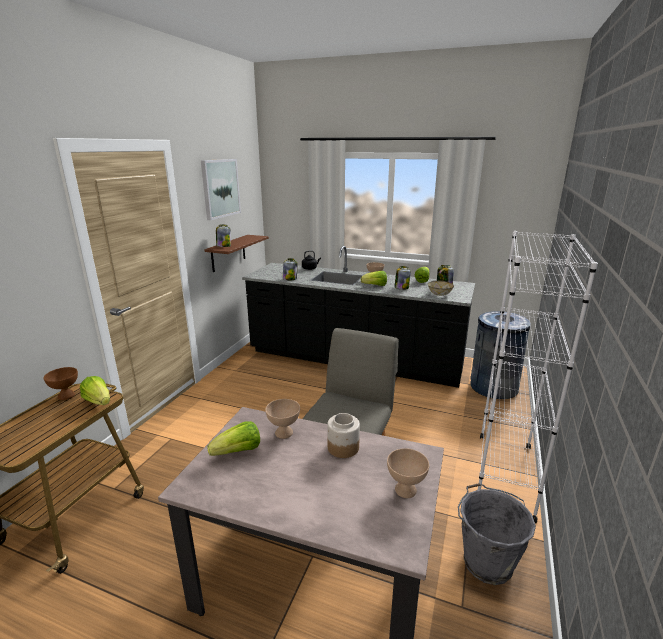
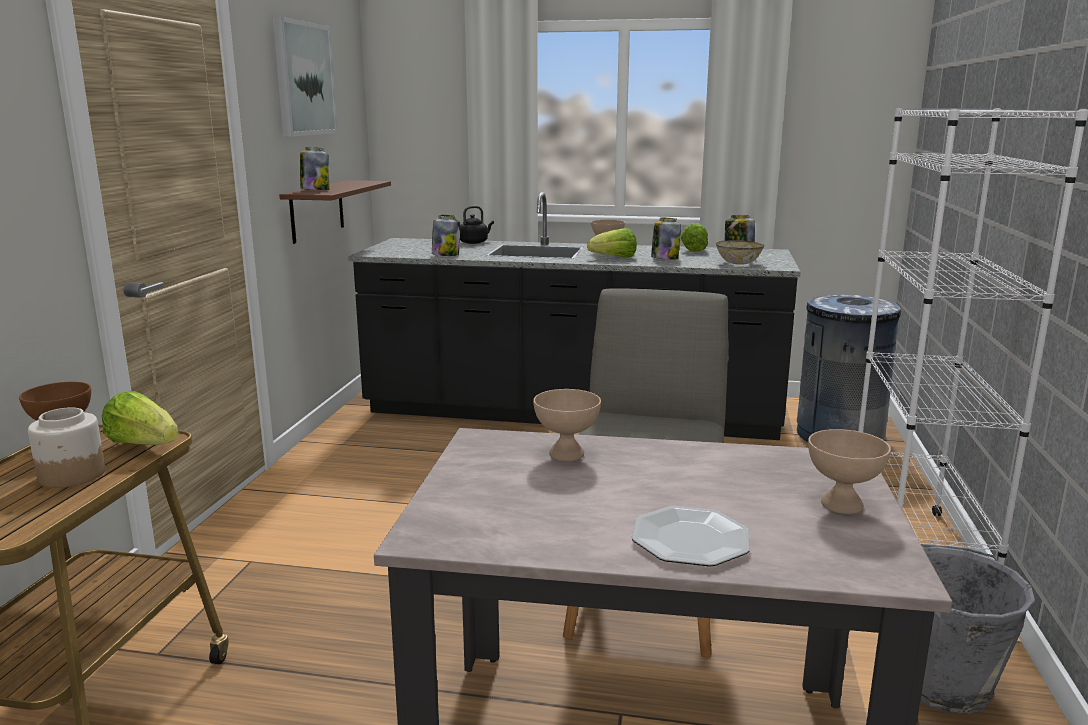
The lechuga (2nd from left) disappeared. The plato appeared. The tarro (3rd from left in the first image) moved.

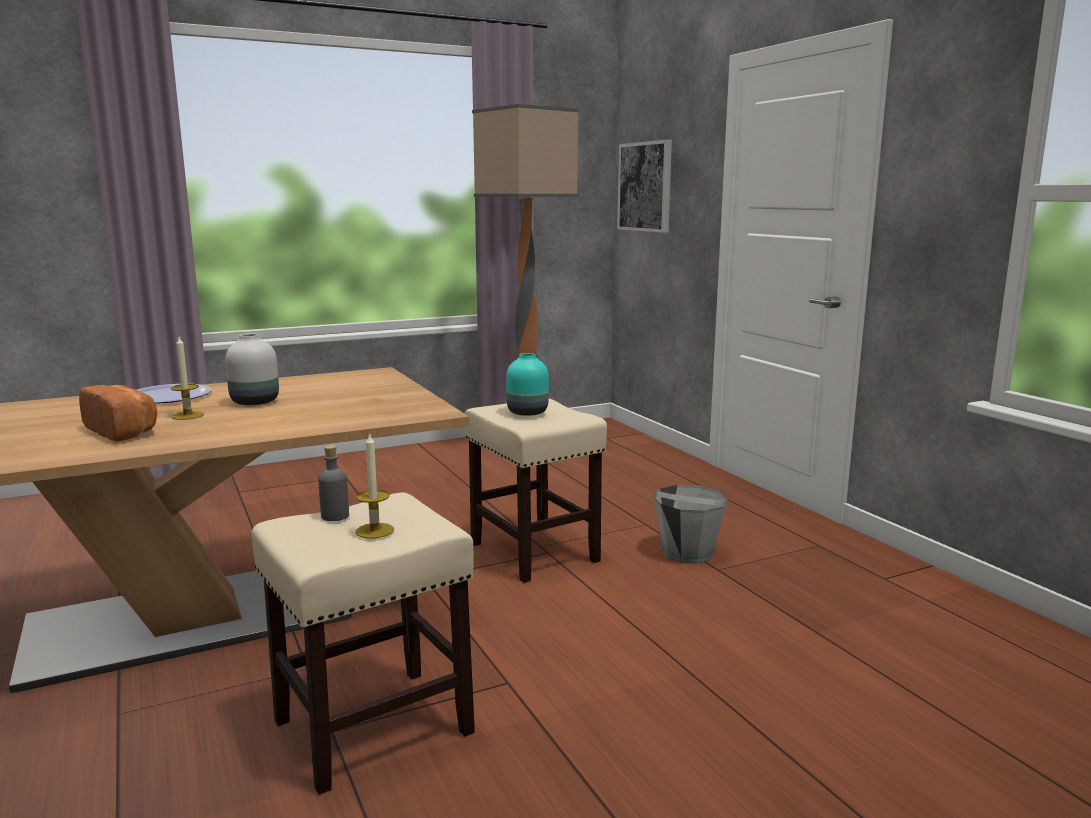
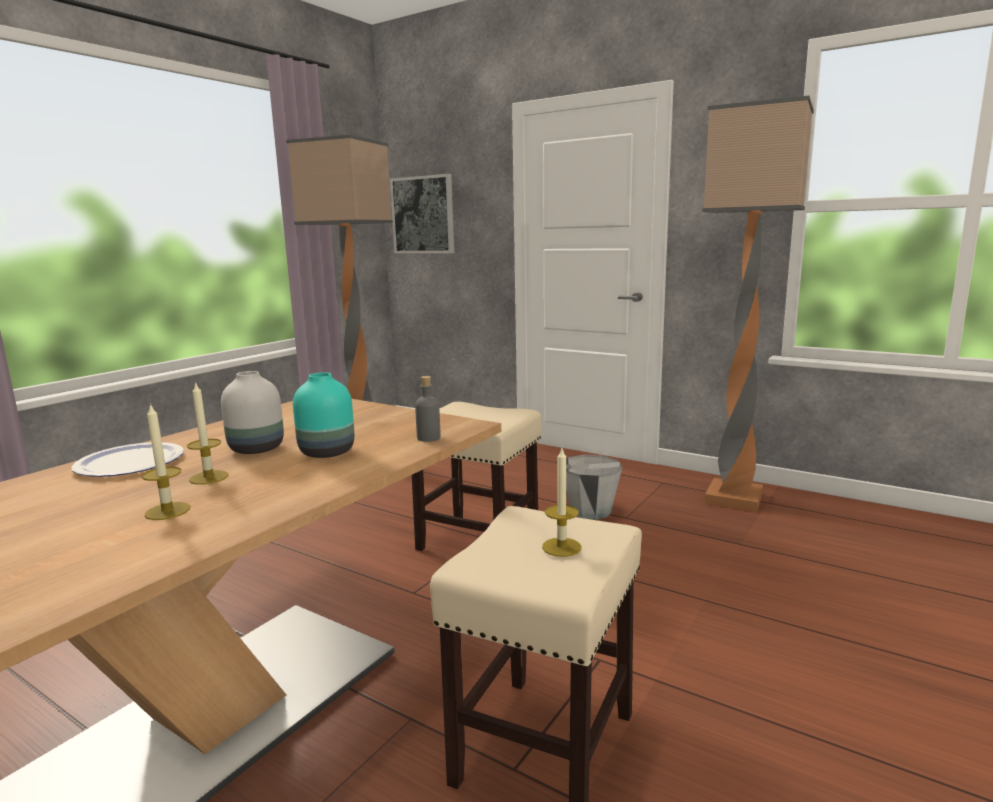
The lámpara de pie (2nd from left) appeared. The botella (gris) moved. The florero (turquesa) moved. The pan was replaced by the vela (1st from left).

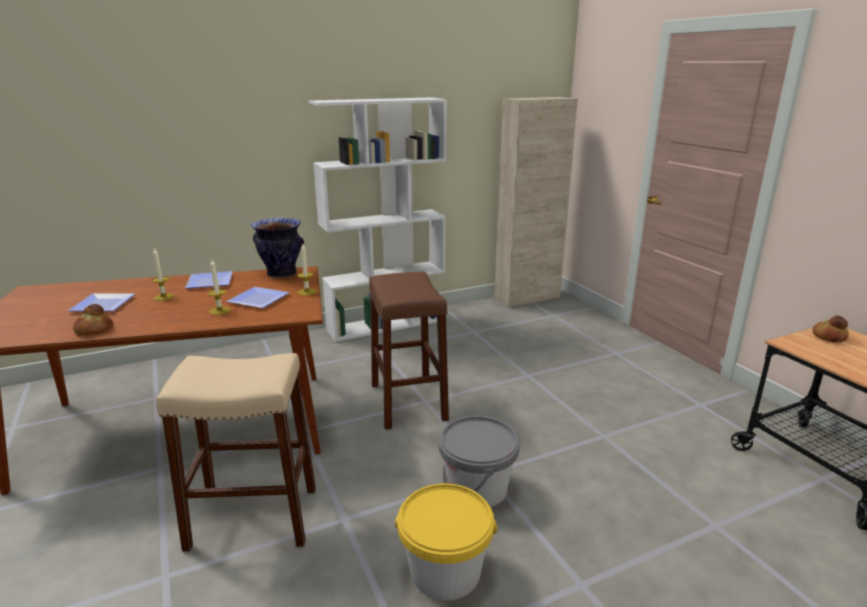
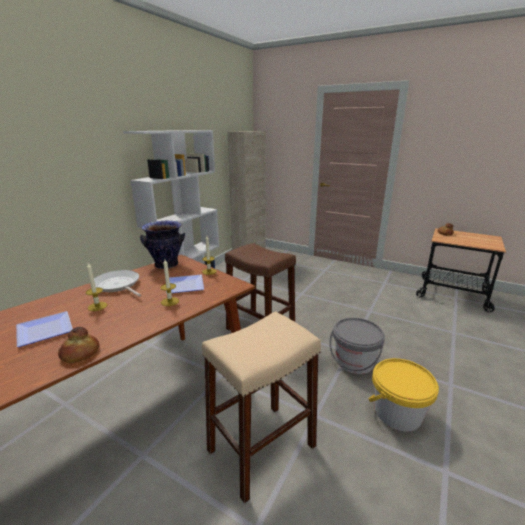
The plato (2nd from left) was replaced by the sartén.

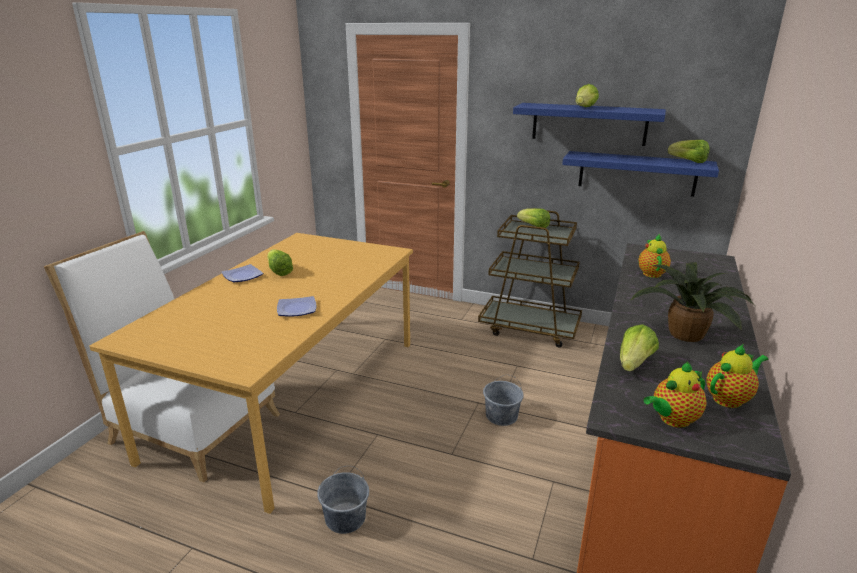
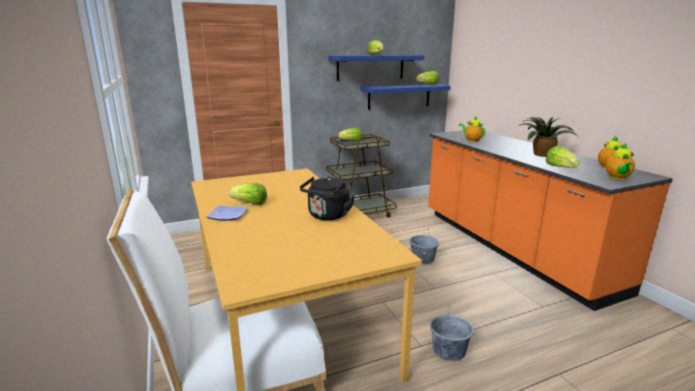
The plato (2nd from left) was replaced by the hervidor (negro).

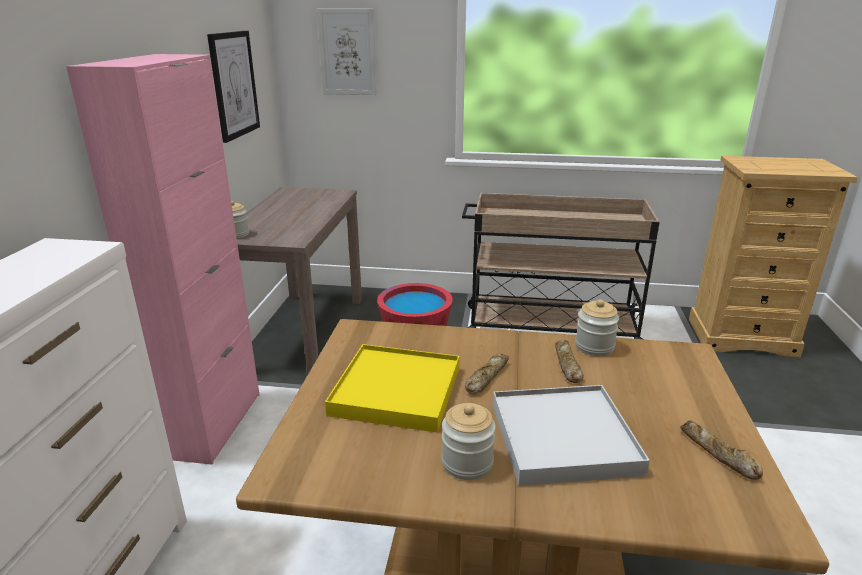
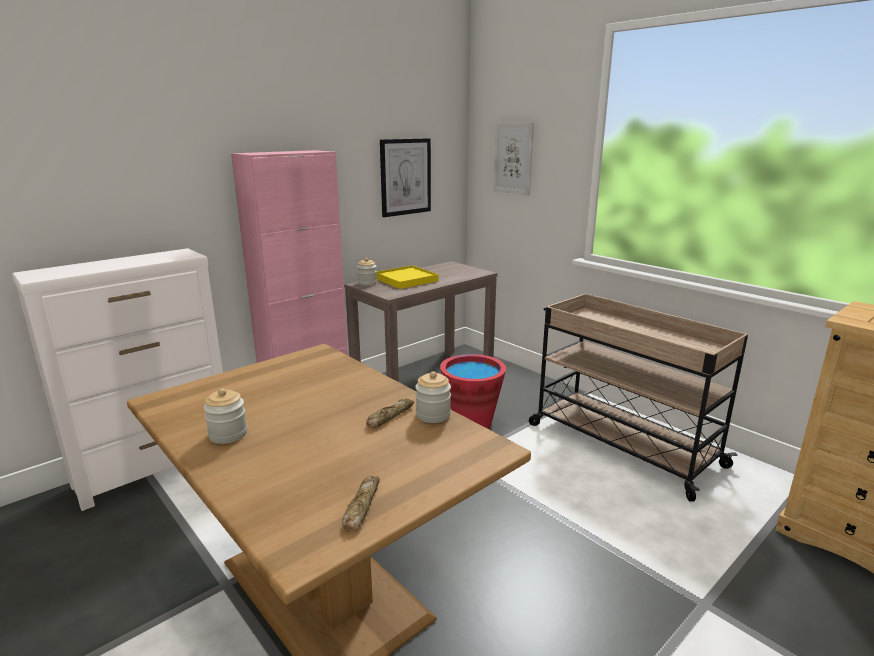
The pan (1st from left) disappeared. The bandeja (blanco) disappeared. The bandeja (amarillo) moved.

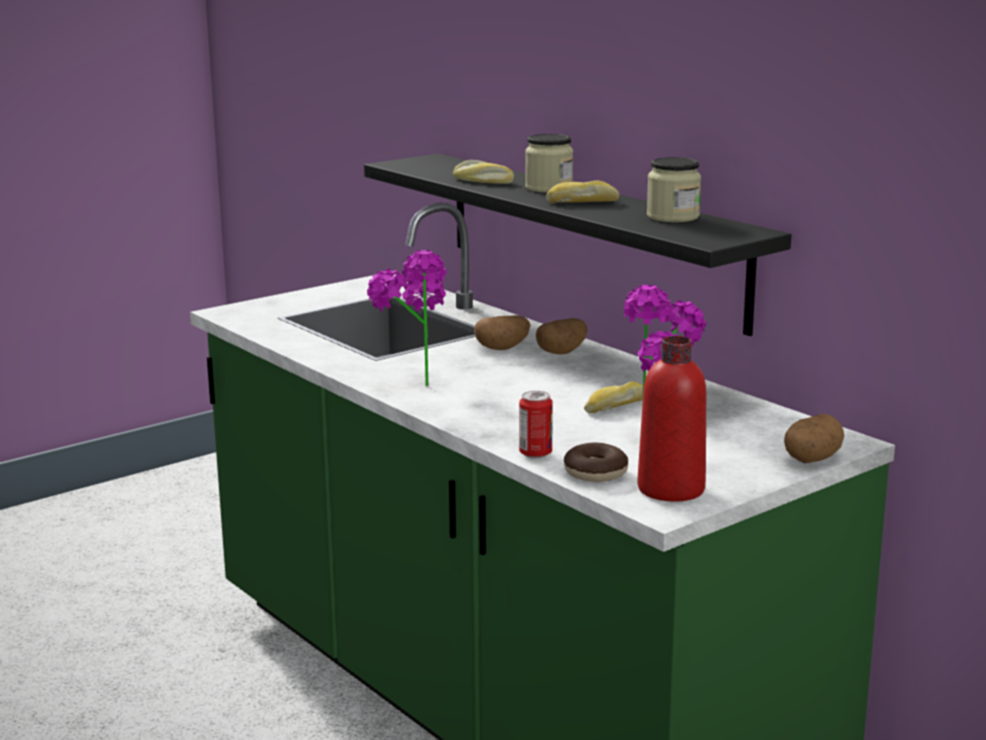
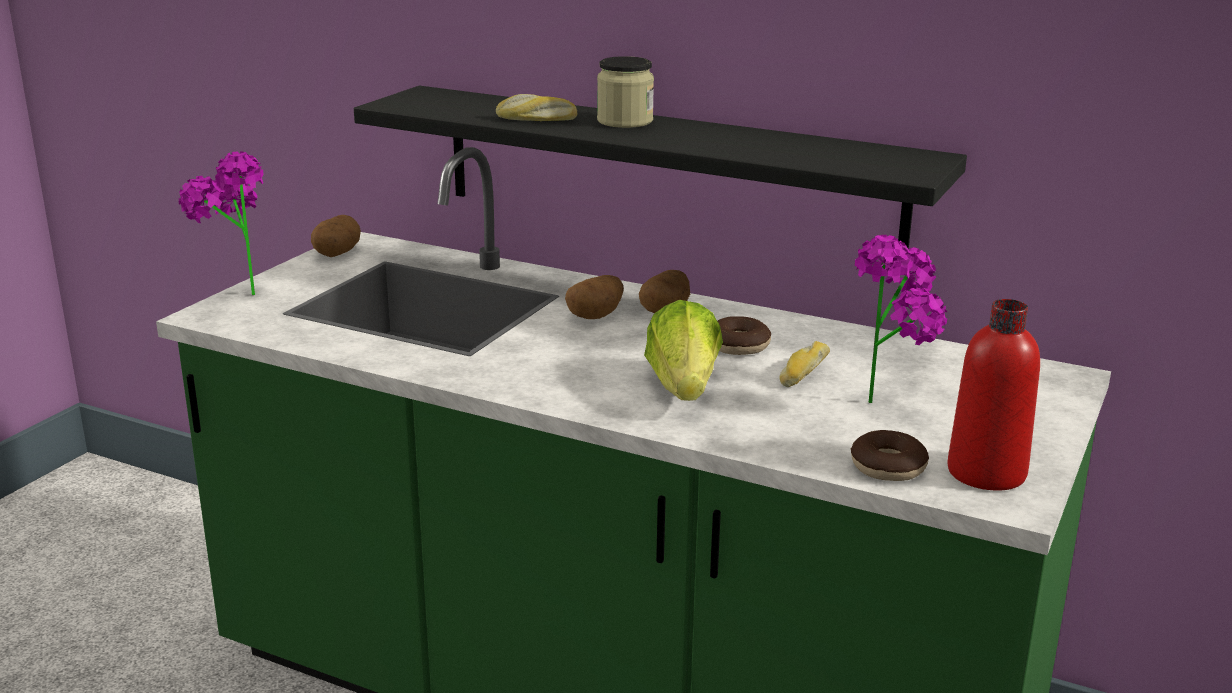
The lata disappeared. The pan (2nd from left) disappeared. The tarro (2nd from left) disappeared. The lechuga appeared. The rosquilla (1st from left) appeared. The planta en maceta (1st from left) moved. The patata (3rd from left in the first image) moved.

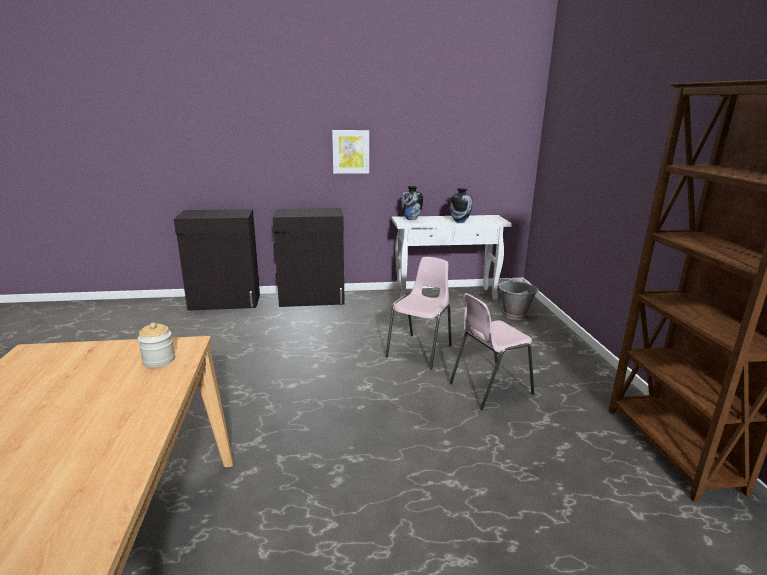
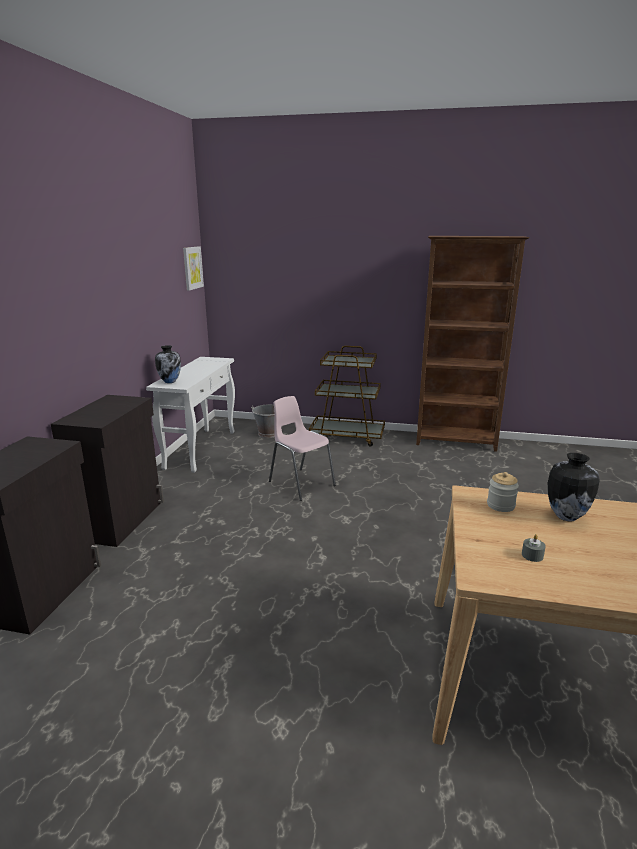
The silla (rosa) (2nd from left) disappeared. The carrito (marrón) appeared. The vela (gris) appeared. The cuadro moved. The florero (2nd from left) moved.

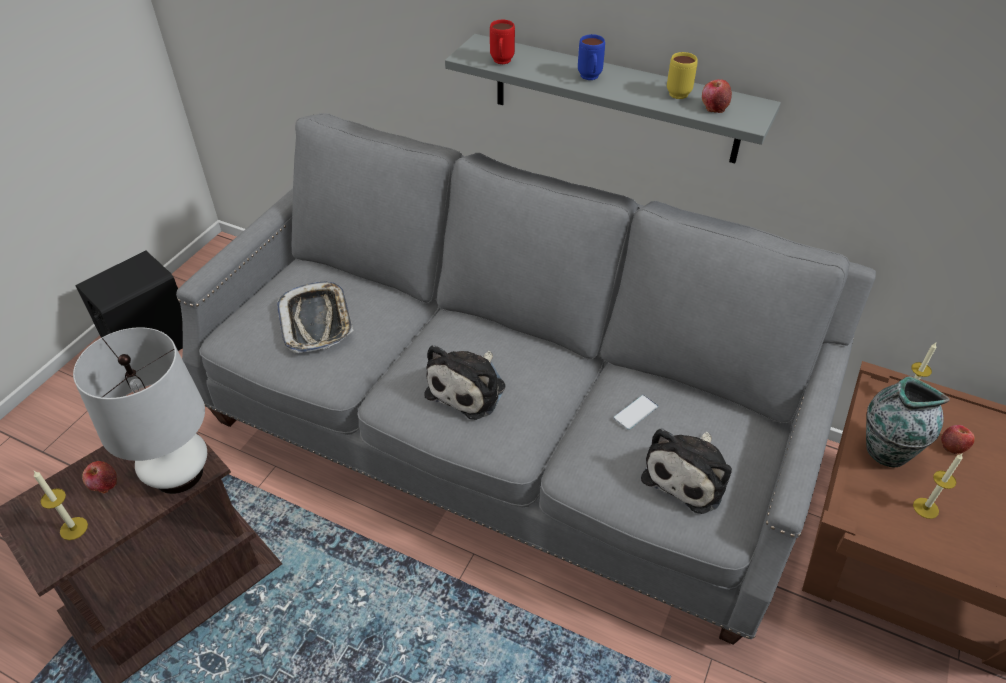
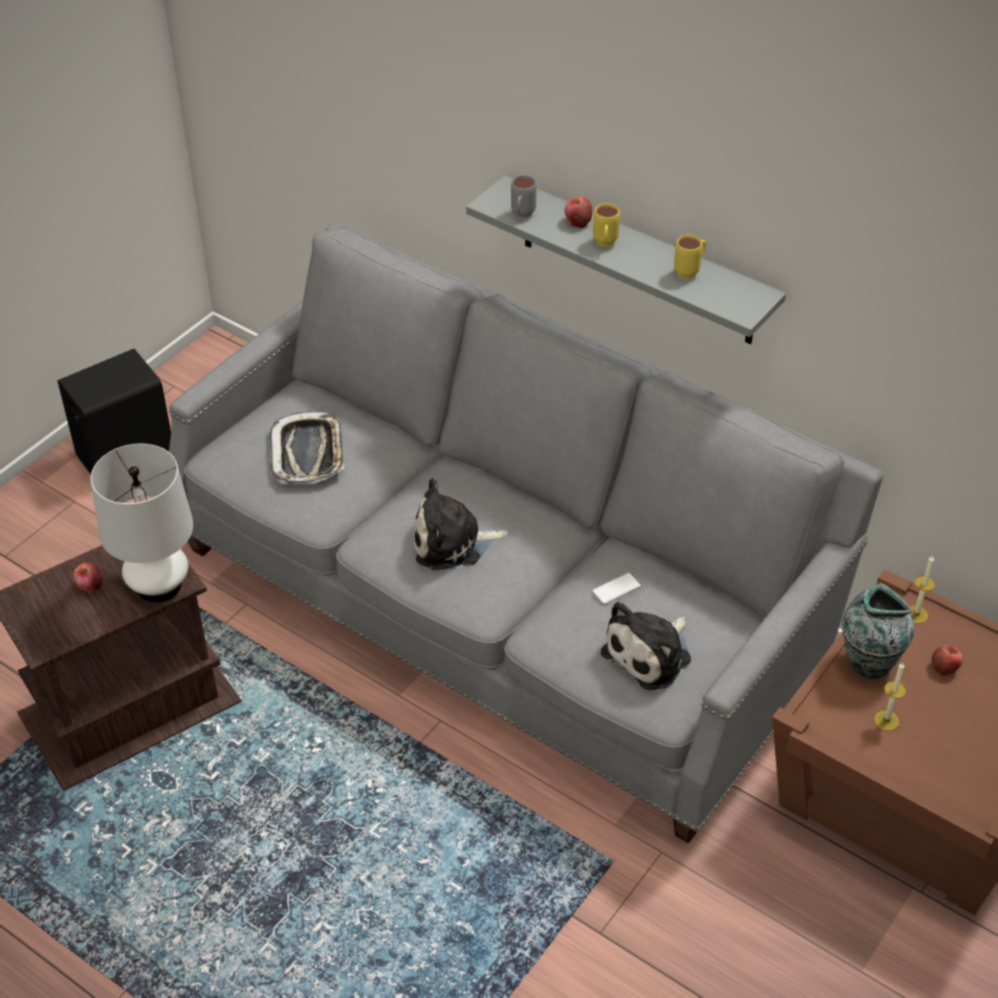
The vela (1st from left) disappeared. The manzana (2nd from left) moved. The taza grande (rojo) became the taza grande (gris). The taza grande (azul) became the taza grande (amarillo) (1st from left). The peluche (1st from left) turned 45 degrees clockwise.

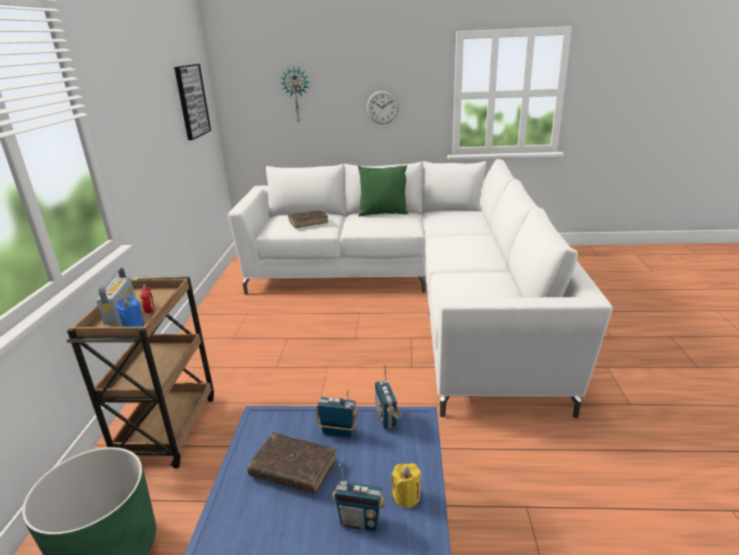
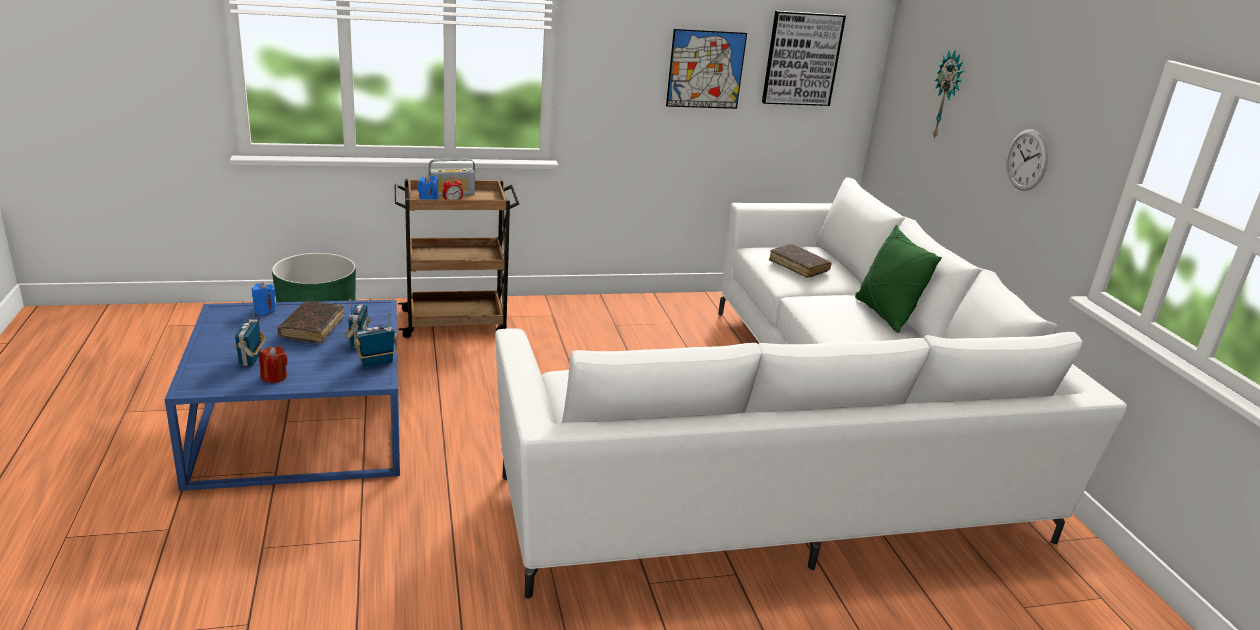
The vela (azul) (1st from left) appeared. The cuadro (1st from left) appeared. The vela (amarillo) became the vela (rojo).

